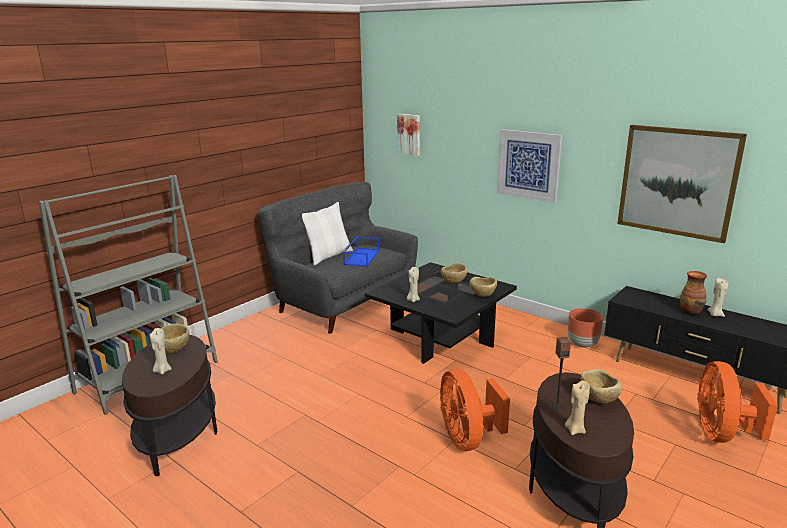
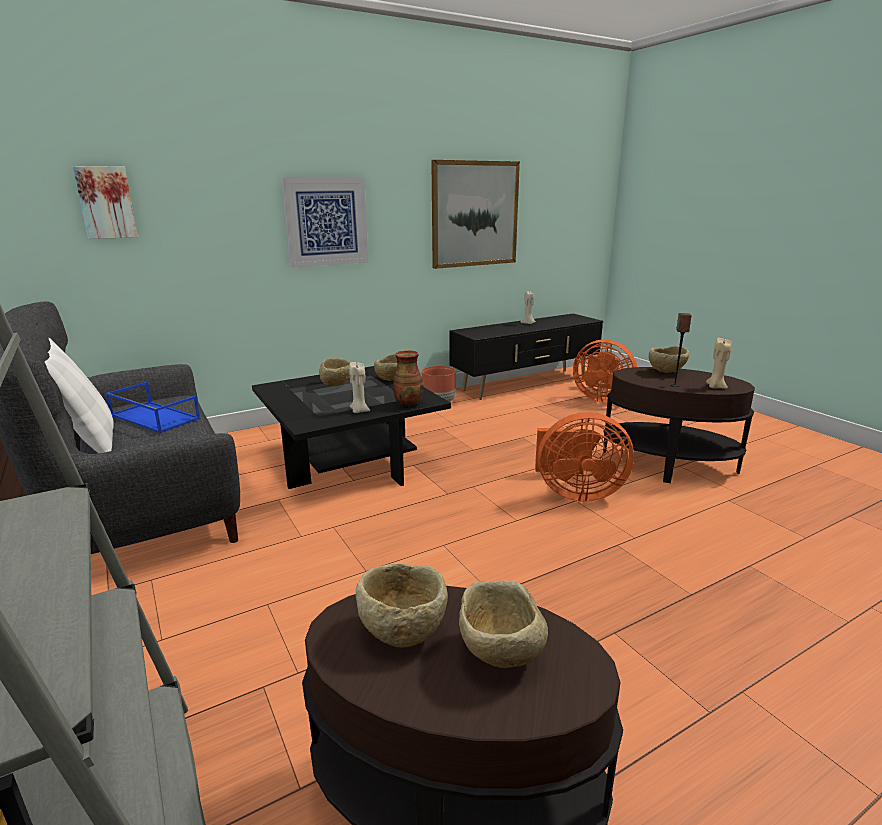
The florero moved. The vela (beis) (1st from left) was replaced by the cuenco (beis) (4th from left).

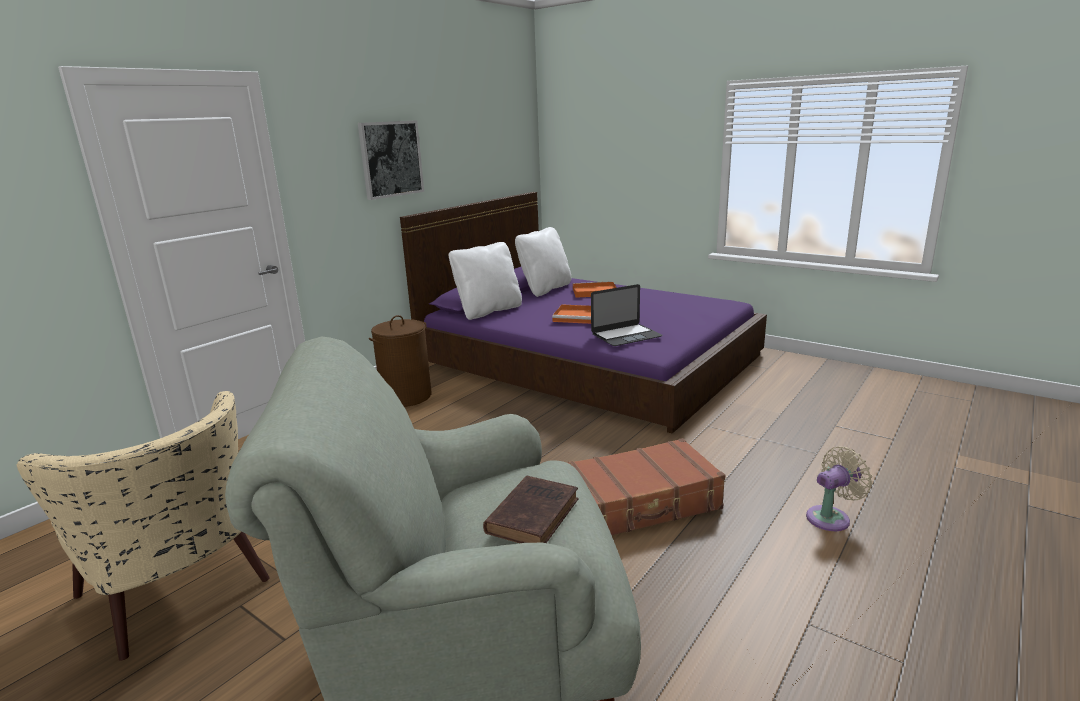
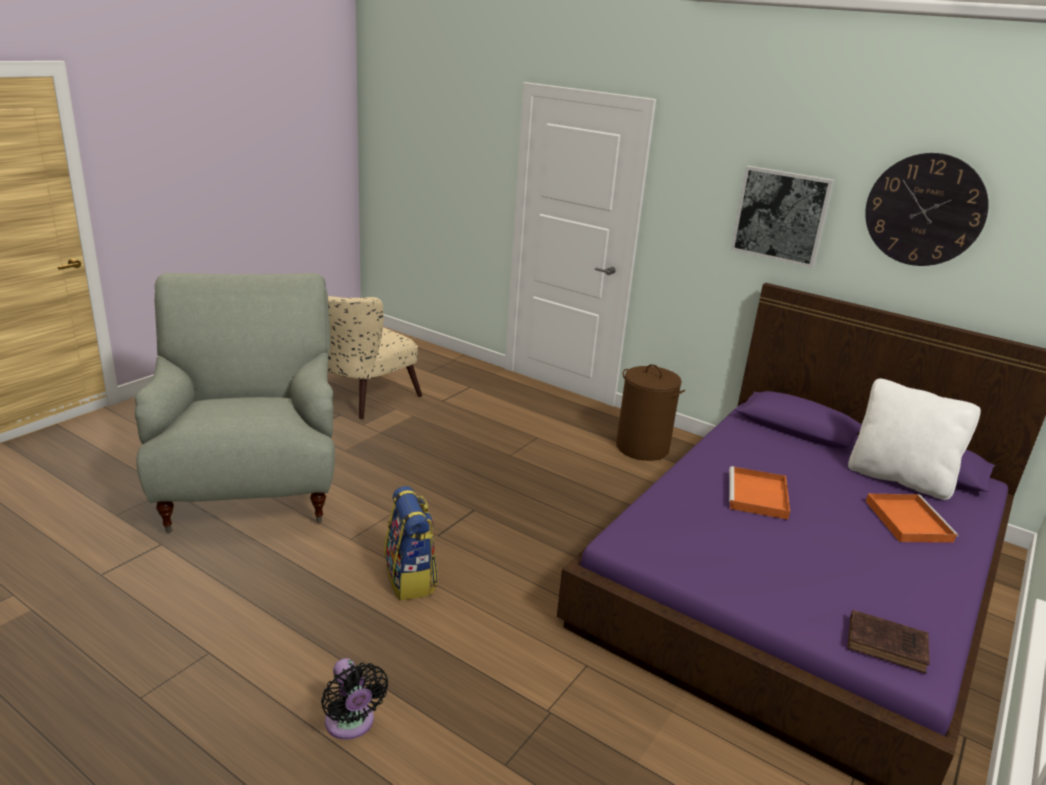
The cojín (blanco) (1st from left) disappeared. The portátil disappeared. The reloj de pared appeared. The libro (marrón) moved. The maleta (marrón) was replaced by the mochila. The ventilador (beis) became the ventilador (negro).

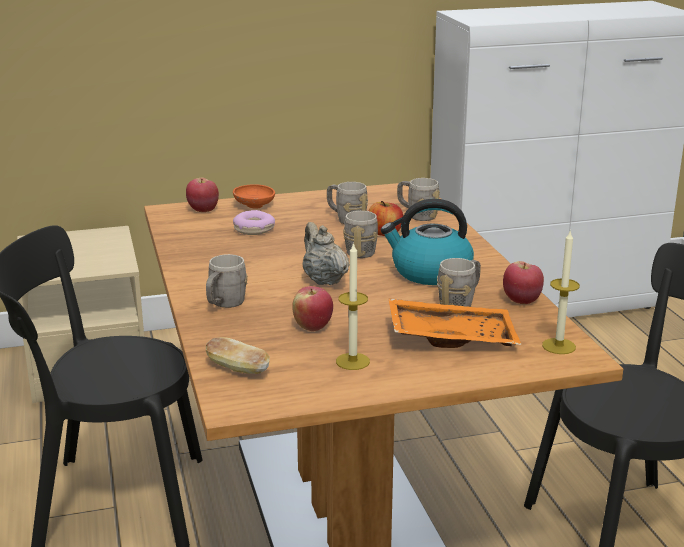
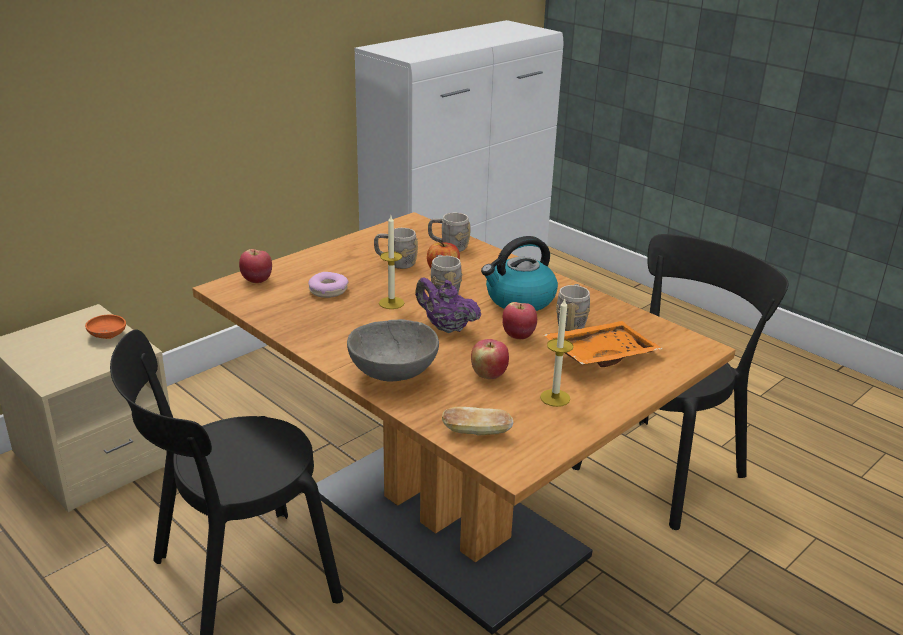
The cuenco (naranja) moved. The manzana (4th from left) moved. The vela (2nd from left in the first image) moved. The taza grande (gris) (1st from left) was replaced by the cuenco (gris). The tetera (beis) became the tetera (morado).

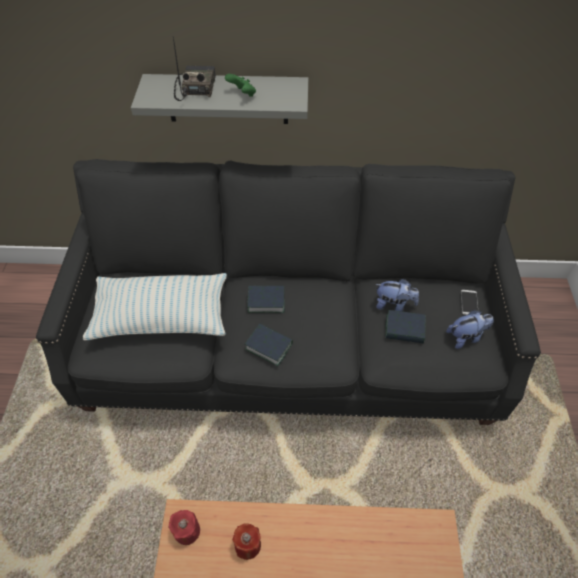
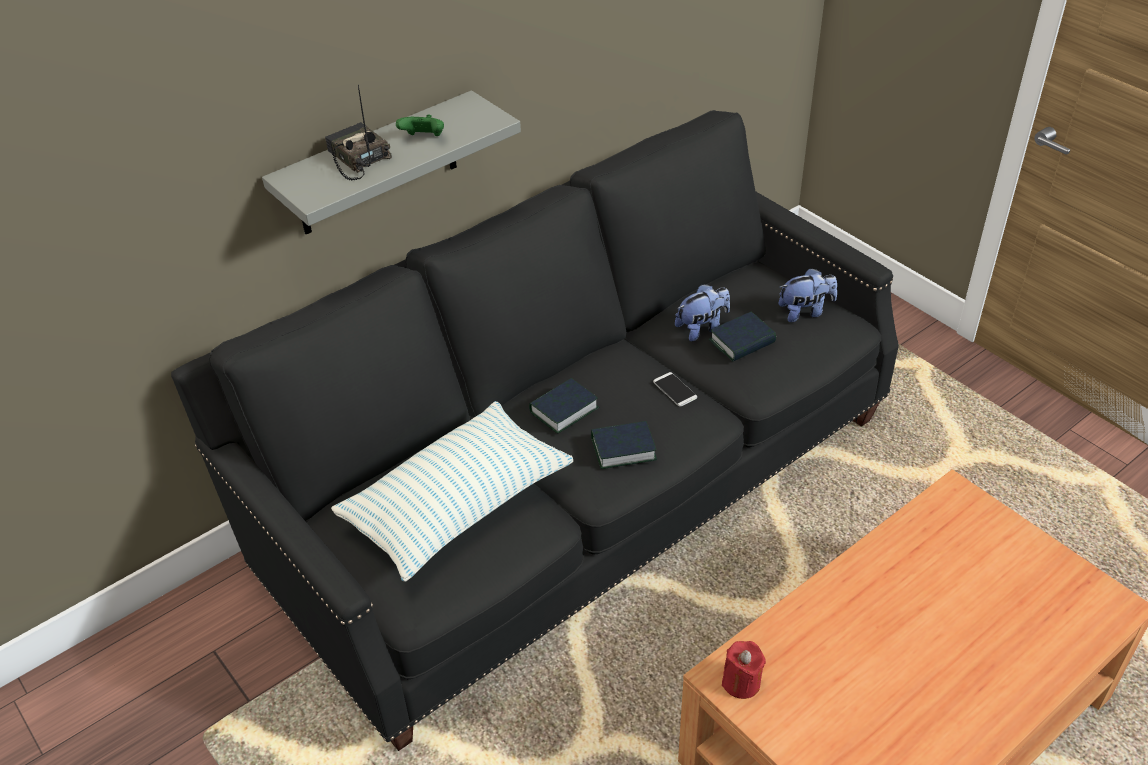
The vela (rojo) (2nd from left) disappeared. The móvil moved. The peluche (2nd from left) turned 45 degrees clockwise.

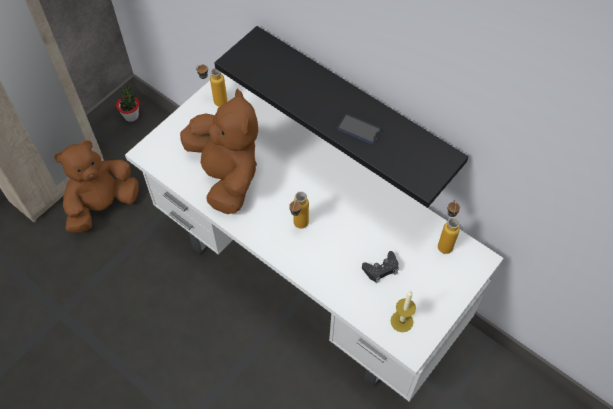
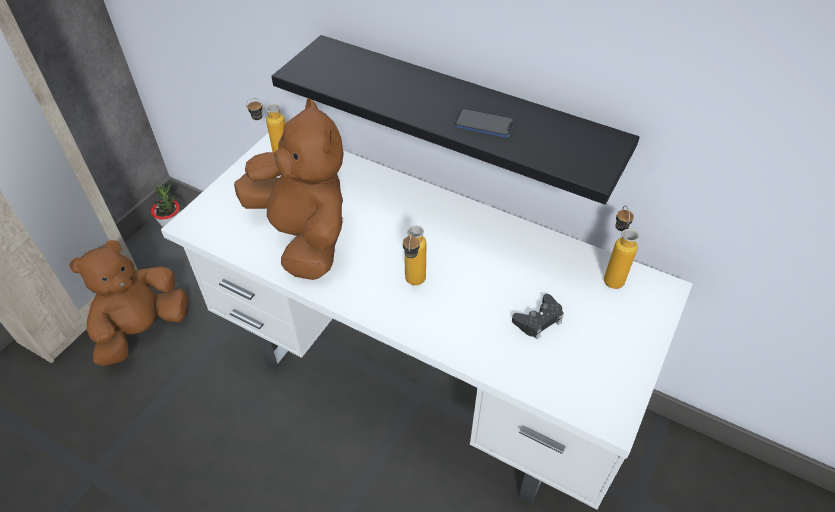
The vela disappeared.

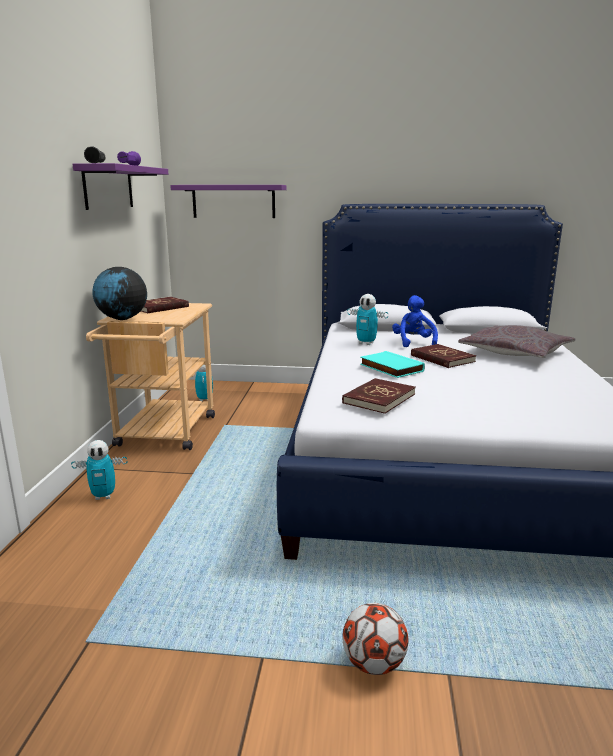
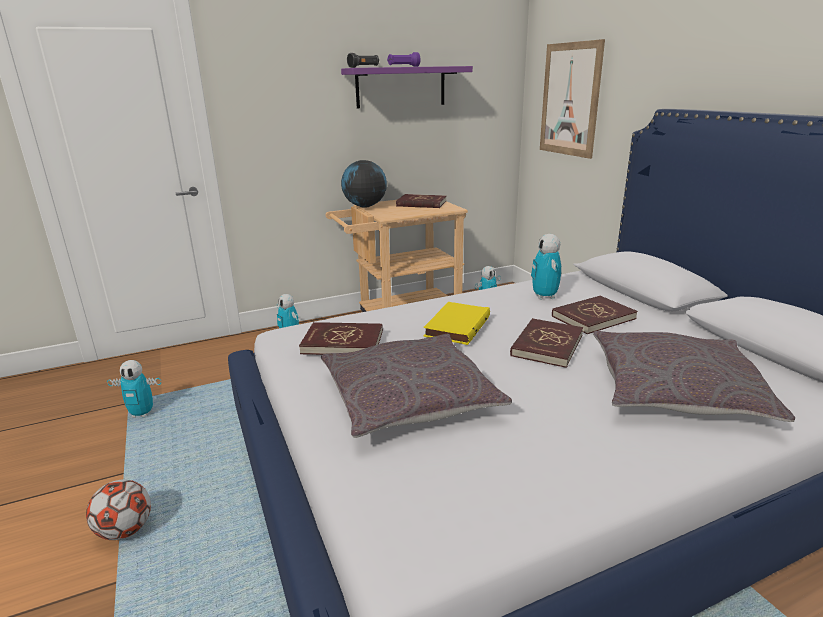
The robot de juguete (1st from left) appeared. The cojín (gris) (1st from left) appeared. The estante (morado) (2nd from left) was replaced by the cuadro. The peluche (azul) was replaced by the libro (rojo) (4th from left). The libro (turquesa) became the libro (amarillo).

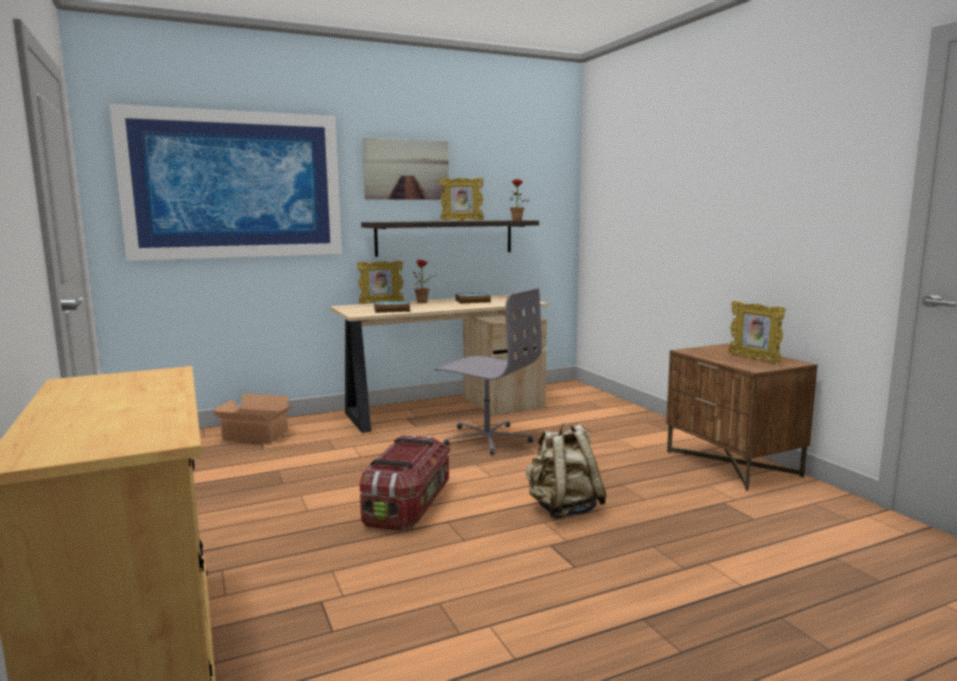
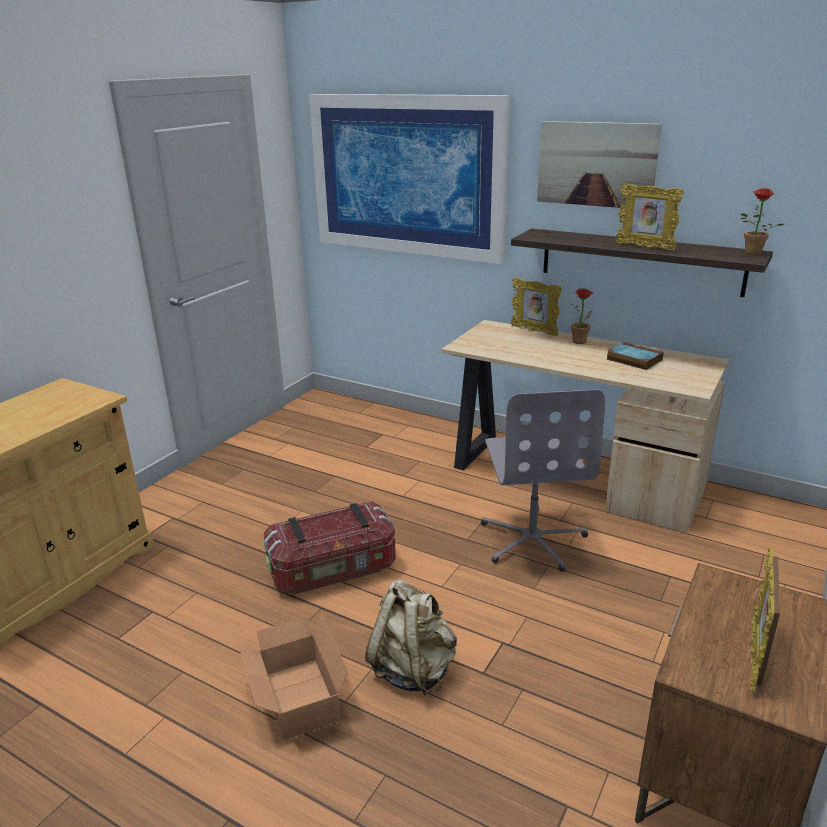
The libro (1st from left) disappeared. The caja de cartón moved.

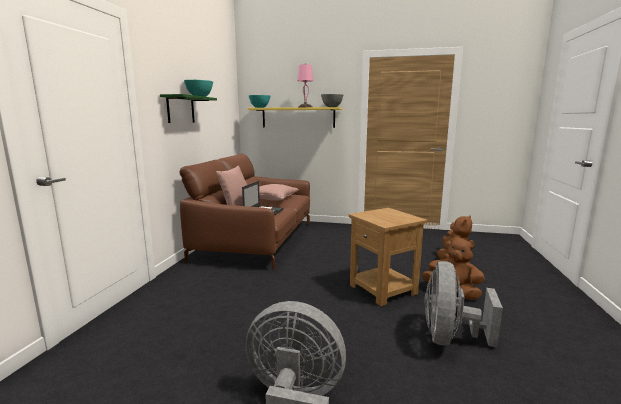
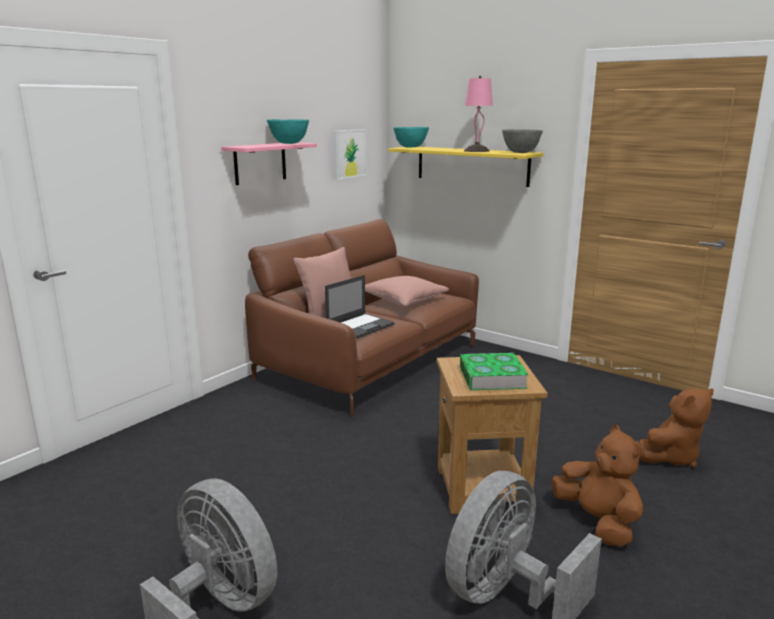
The cuadro appeared. The libro appeared. The estante (verde) became the estante (rosa).

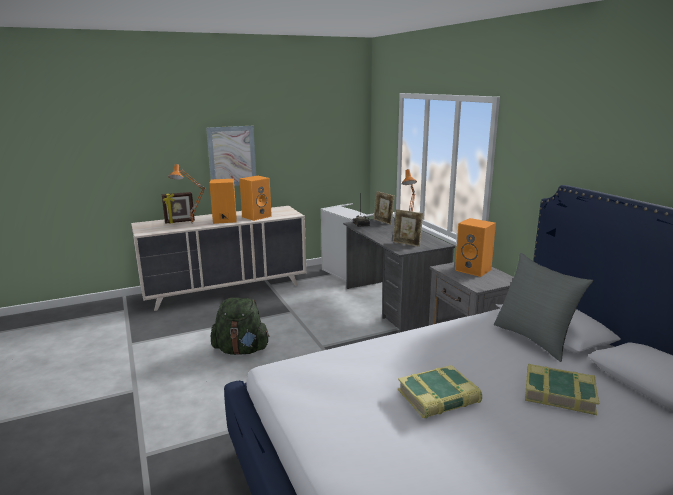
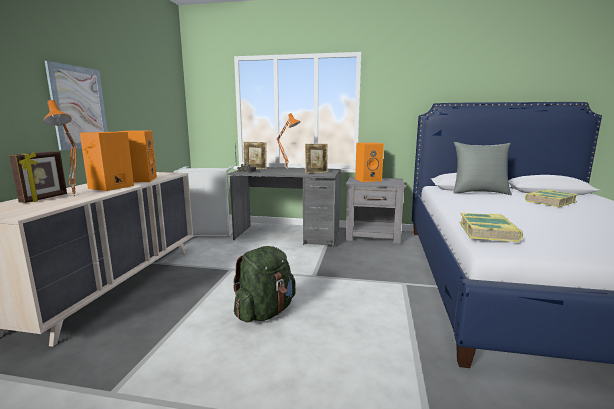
The libro (1st from left) moved.

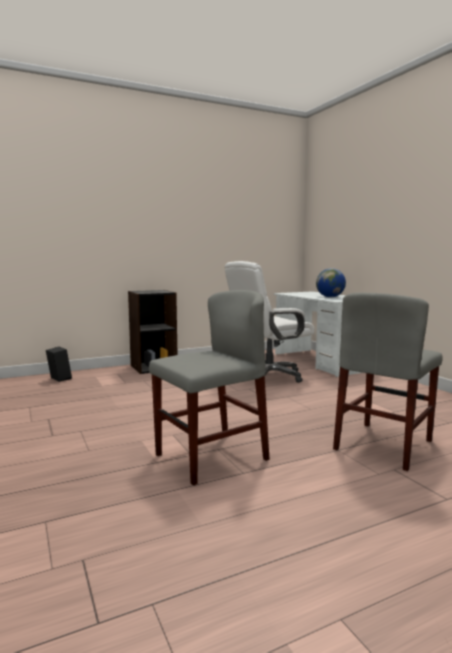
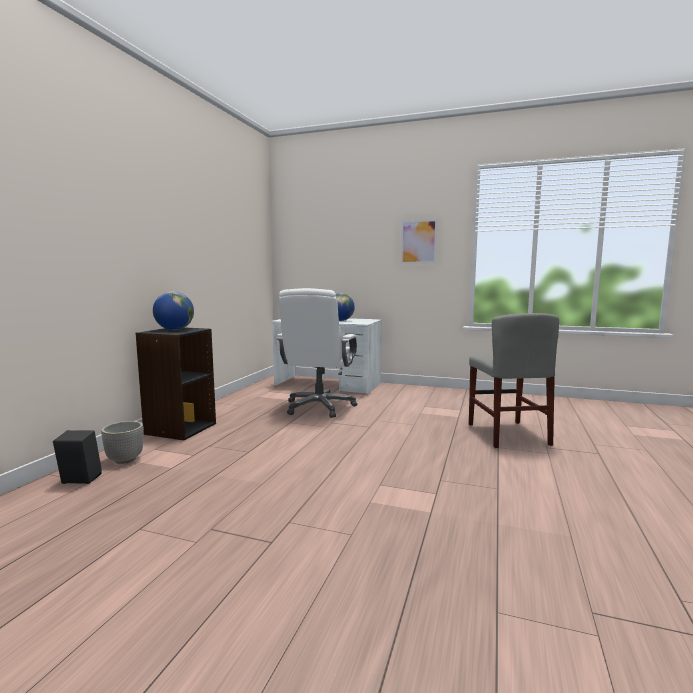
The silla (gris) (1st from left) disappeared. The maceta appeared. The globo terráqueo (1st from left) appeared. The cuadro appeared.

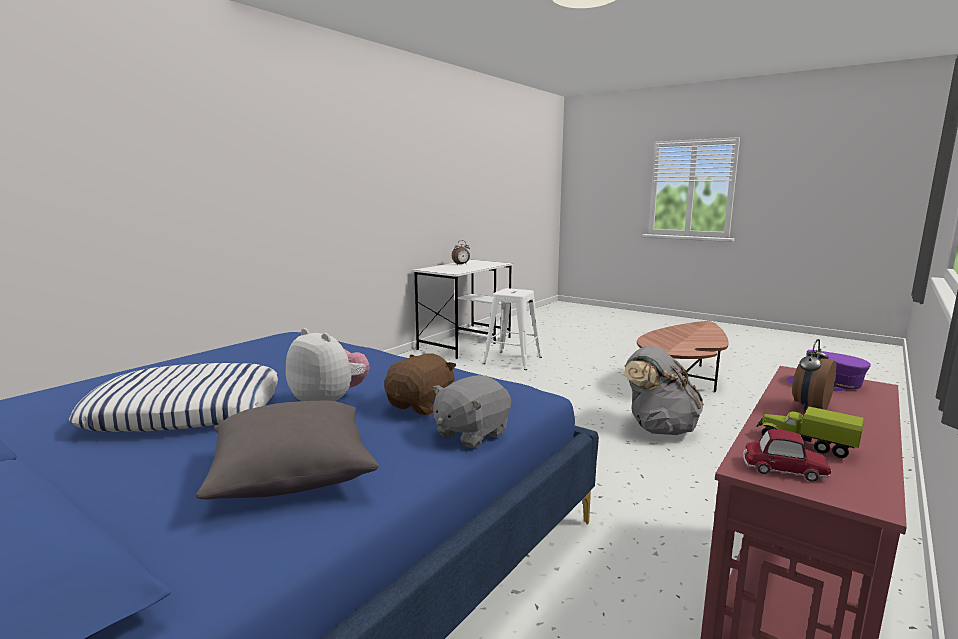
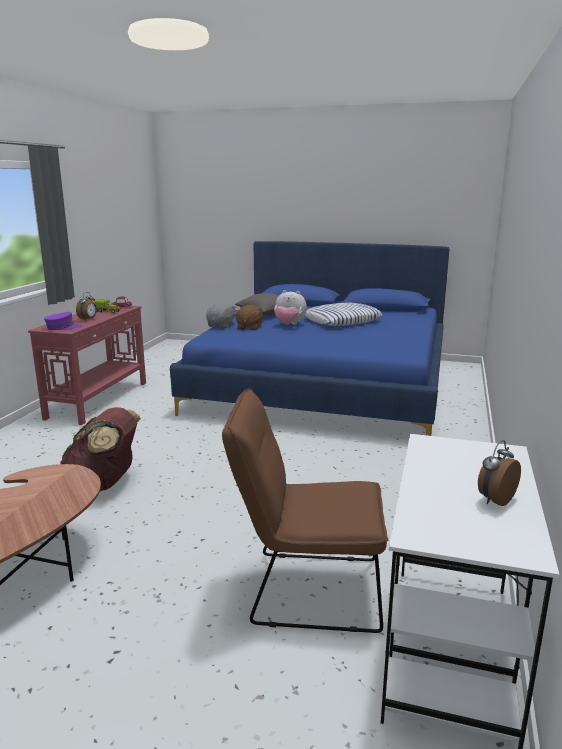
The taburete (blanco) was replaced by the silla (marrón). The mochila (gris) became the mochila (marrón).

